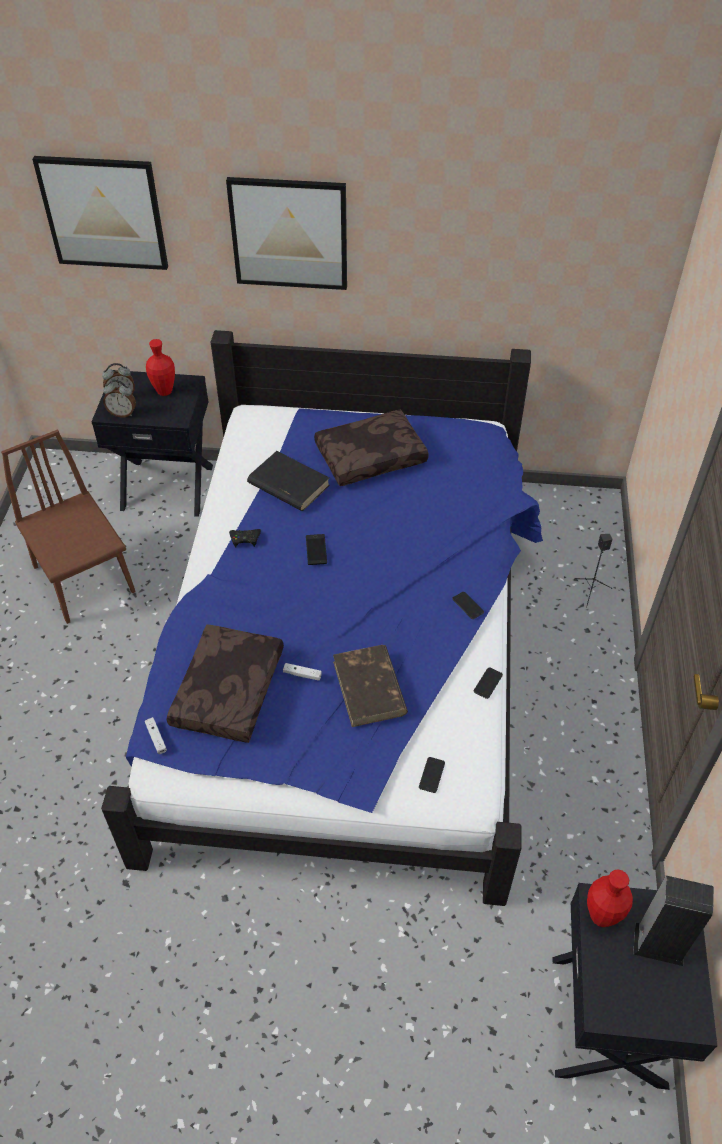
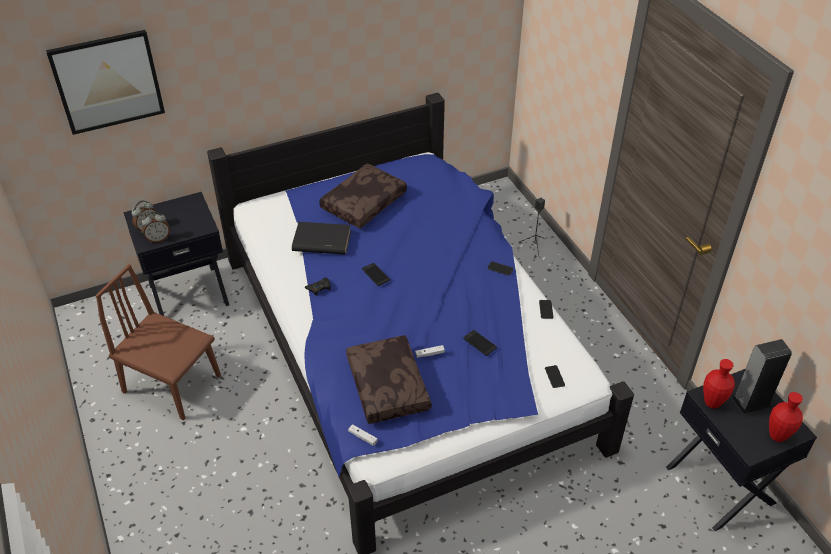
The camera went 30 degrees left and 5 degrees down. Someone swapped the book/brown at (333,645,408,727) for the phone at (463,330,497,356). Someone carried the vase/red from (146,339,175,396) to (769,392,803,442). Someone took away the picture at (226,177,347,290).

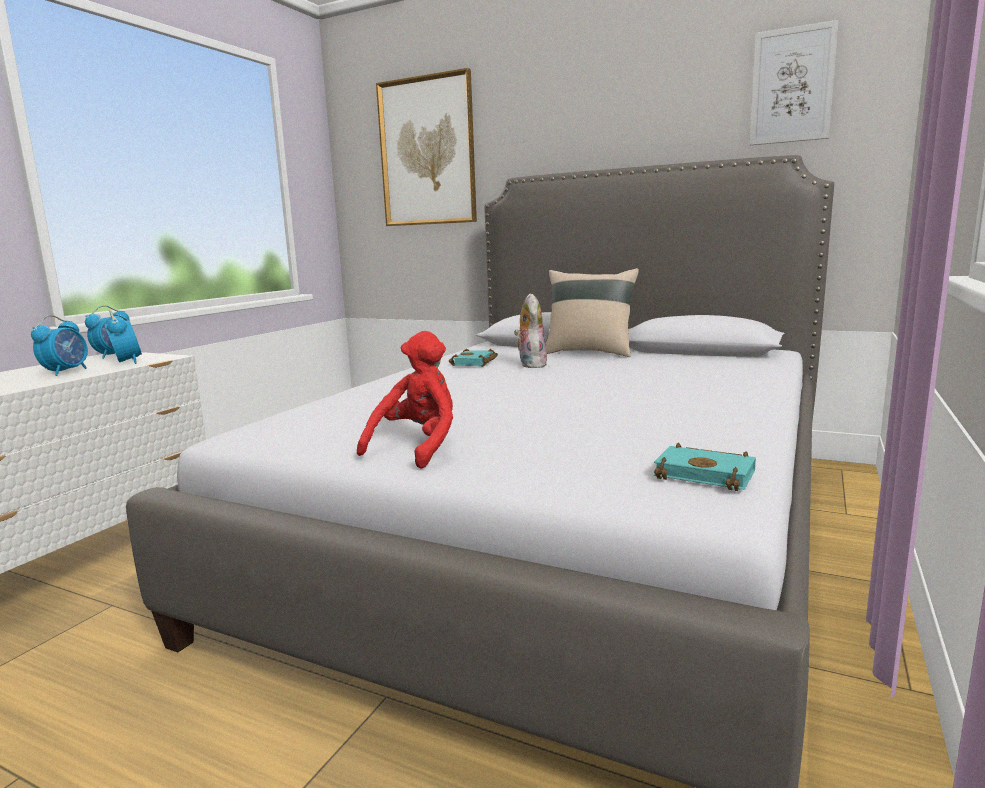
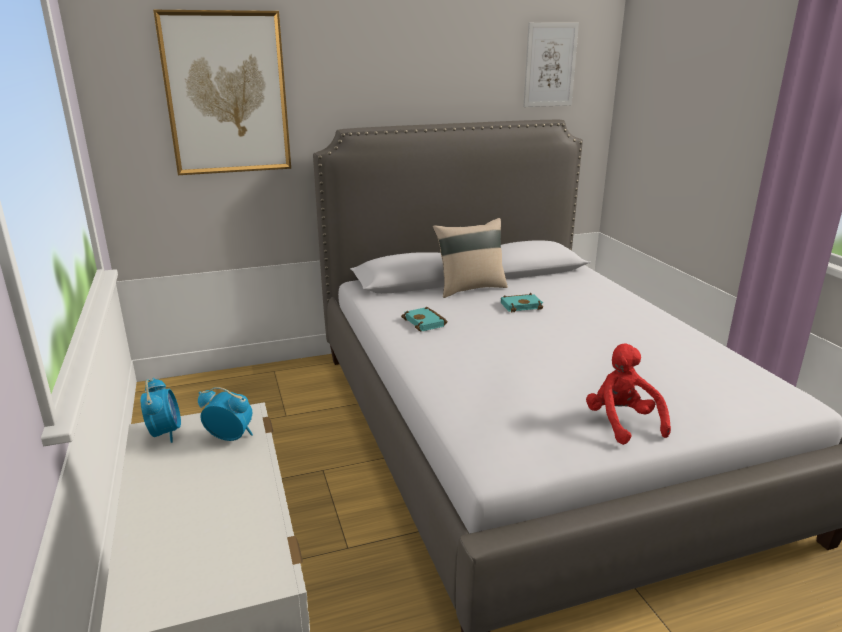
The camera went 45 degrees left and 10 degrees up. Someone carried the book/turquoise from (654,442,756,491) to (501,293,543,312). Someone took away the alarm clock at (31,315,88,376). Someone took away the plush toy at (514,294,547,368).

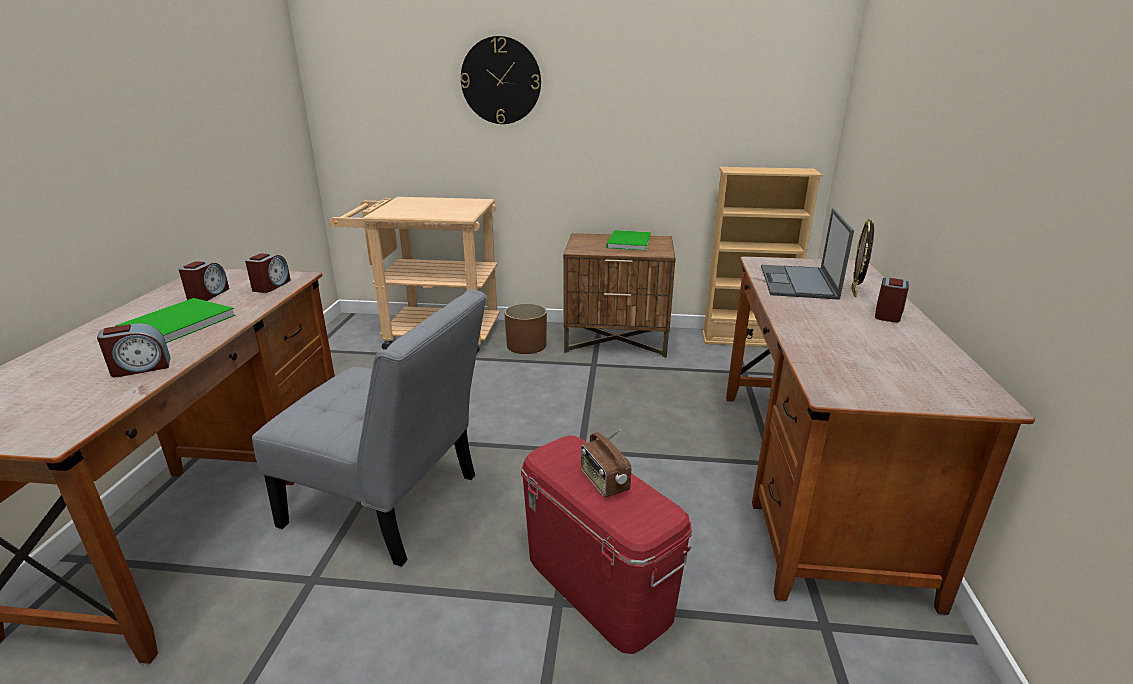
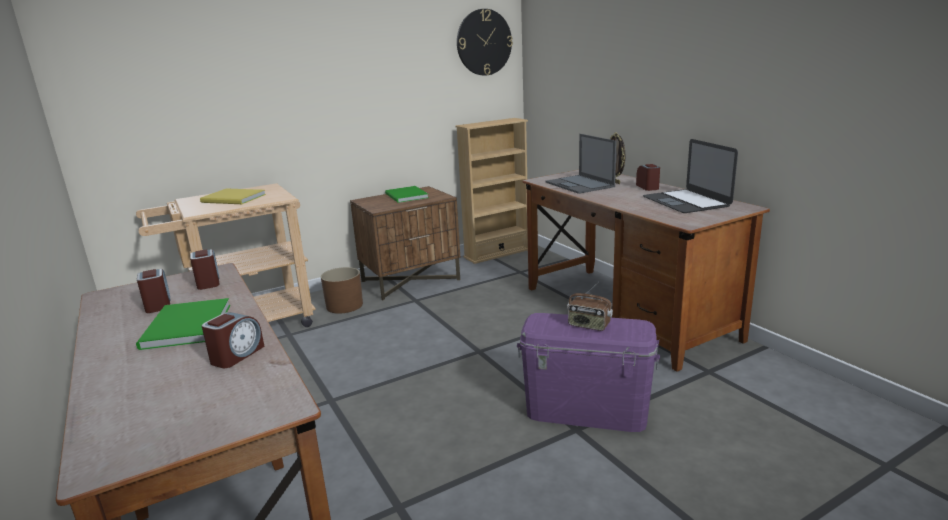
The camera went 35 degrees left and 5 degrees down. Someone put down the book/yellow at (200,189,266,204). Someone carried the wall clock from (460,36,541,124) to (457,9,513,75). Someone repainted the storage box/red at (521,435,692,654), which became the storage box/purple at (517,313,660,432). Someone put down the laptop at (643,139,738,213). Someone took away the chair/grey at (252,289,486,567).

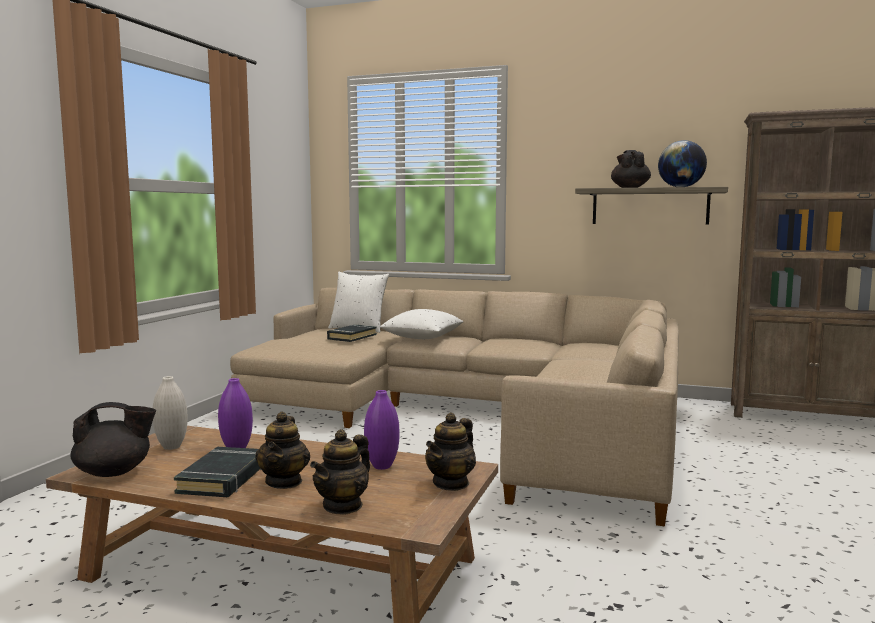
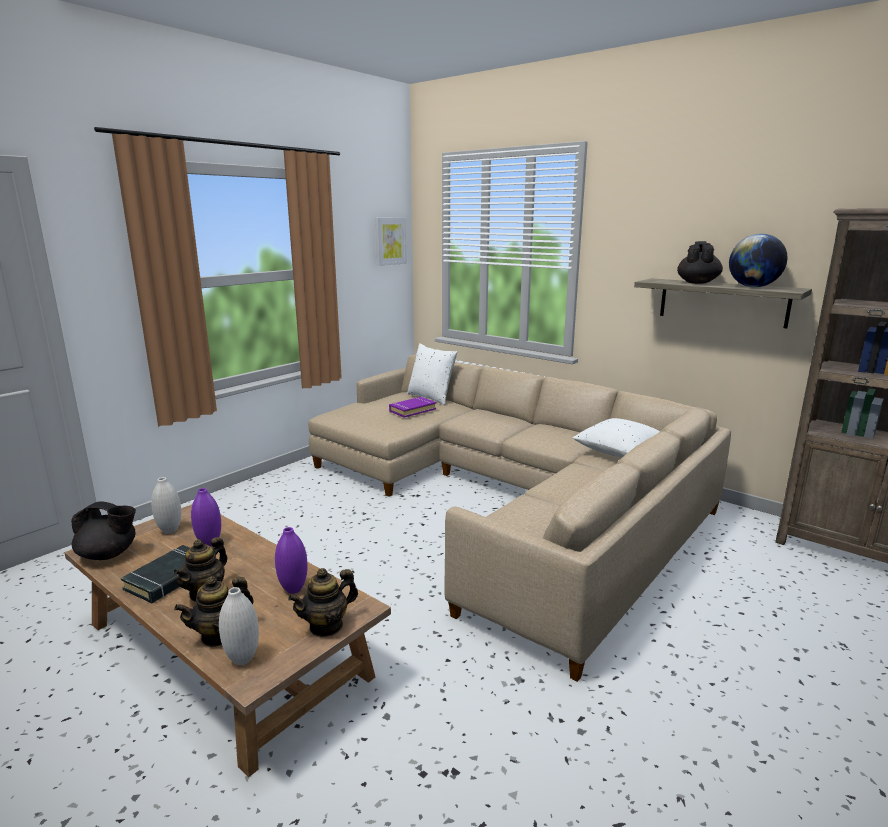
The camera went 20 degrees right and 10 degrees up. Someone put down the vase/white at (219,587,259,665). Someone put up the picture at (376,218,406,266). Someone repainted the book/black at (327,324,377,342), which became the book/purple at (389,397,436,418). Someone carried the pillow/white from (380,309,464,339) to (572,418,660,458).

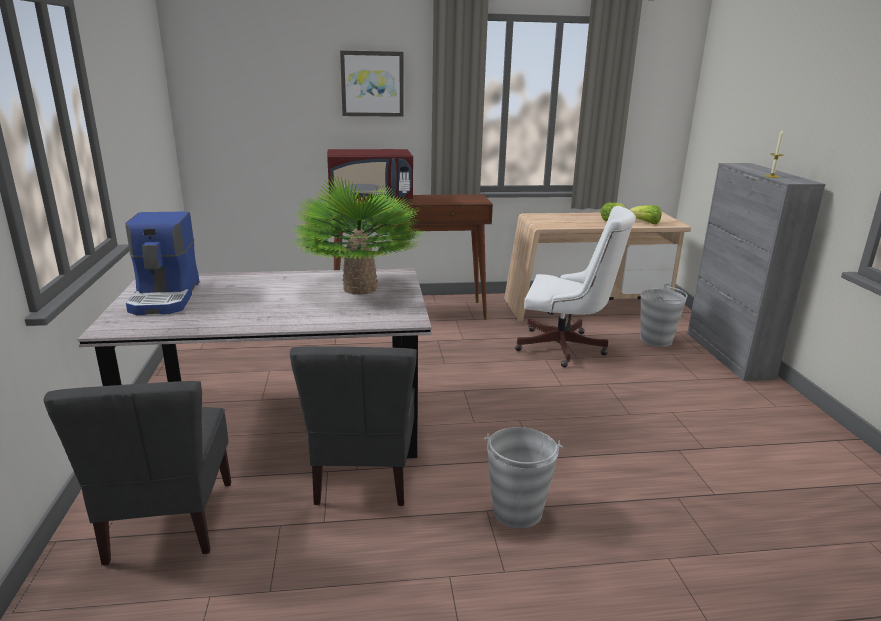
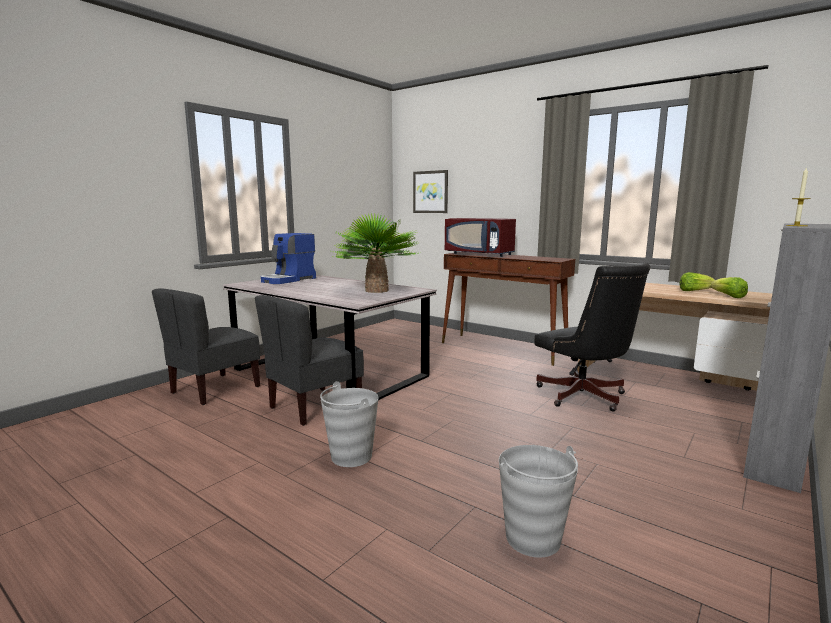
The camera went 45 degrees right and 10 degrees down. Someone carried the picture from (340,50,404,117) to (413,170,448,213). Someone carried the bucket/grey from (640,283,688,347) to (499,445,578,557). Someone repainted the office chair/white at (515,206,636,367), which became the office chair/black at (535,263,651,412).

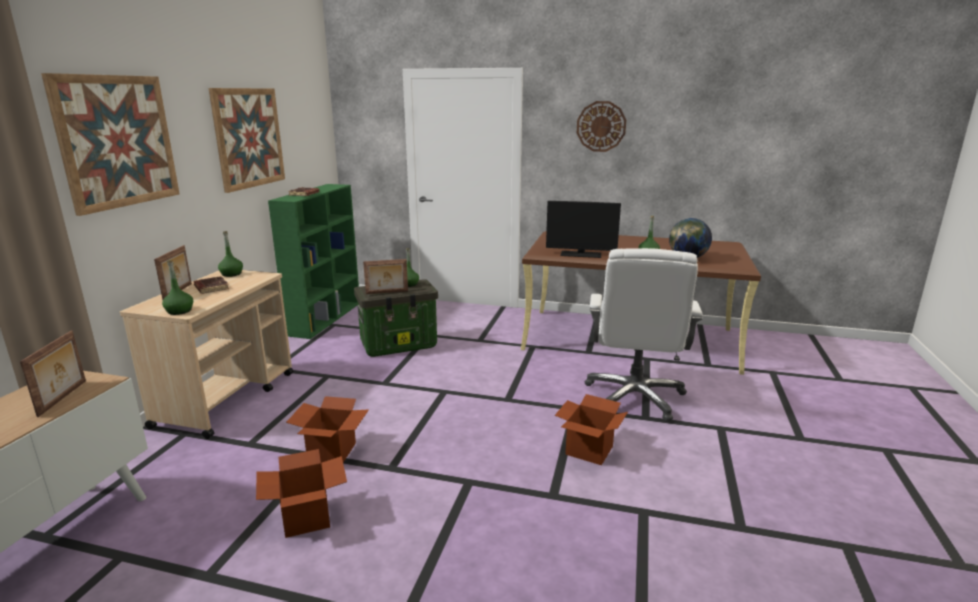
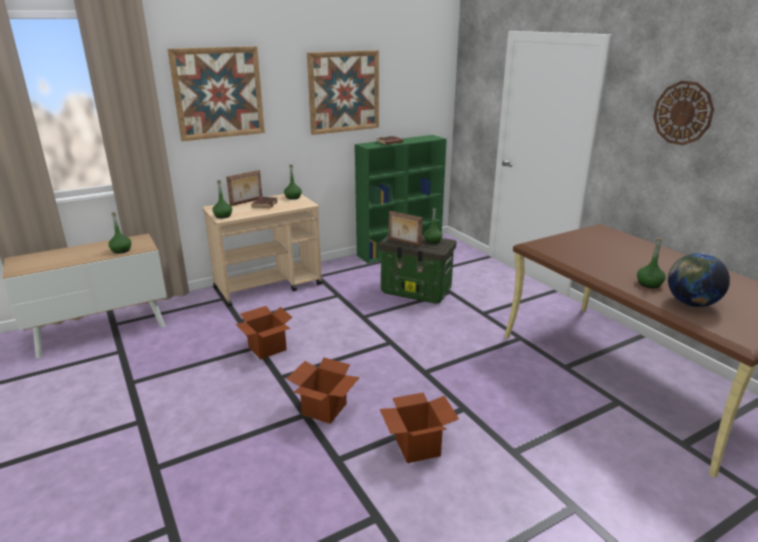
The camera went 45 degrees right and 5 degrees up. Someone swapped the picture frame at (20,331,86,417) for the bottle/green at (108,212,131,254). Someone carried the cardboard box from (256,449,347,538) to (287,358,360,424). Someone took away the monitor at (546,201,621,258). Someone took away the office chair/white at (585,248,703,422).

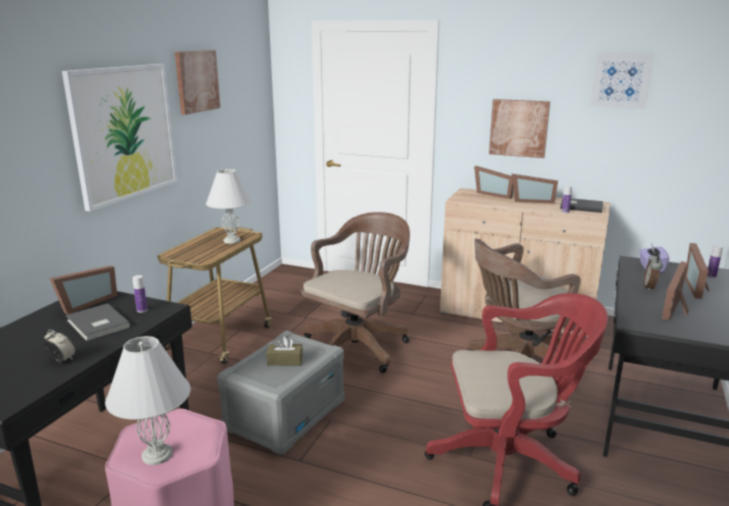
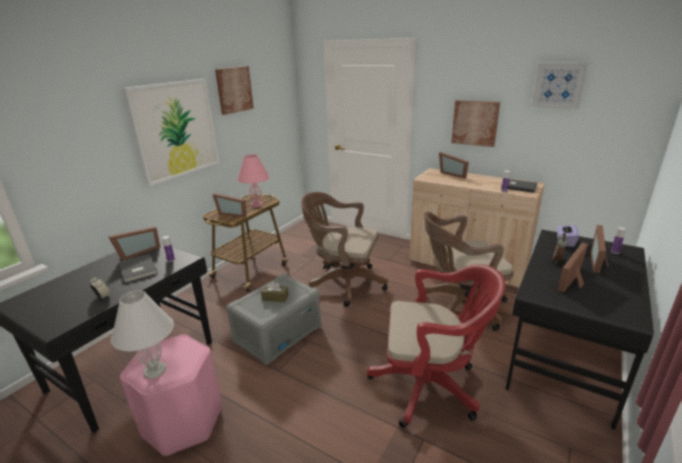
The camera went 10 degrees right and 5 degrees up. Someone carried the picture frame from (512,174,558,204) to (212,193,247,217). Someone repainted the table lamp/white at (206,169,252,244), which became the table lamp/pink at (237,154,270,207). Someone rotated the office chair/brown at (301,212,410,373) by 120 degrees counterclockwise.

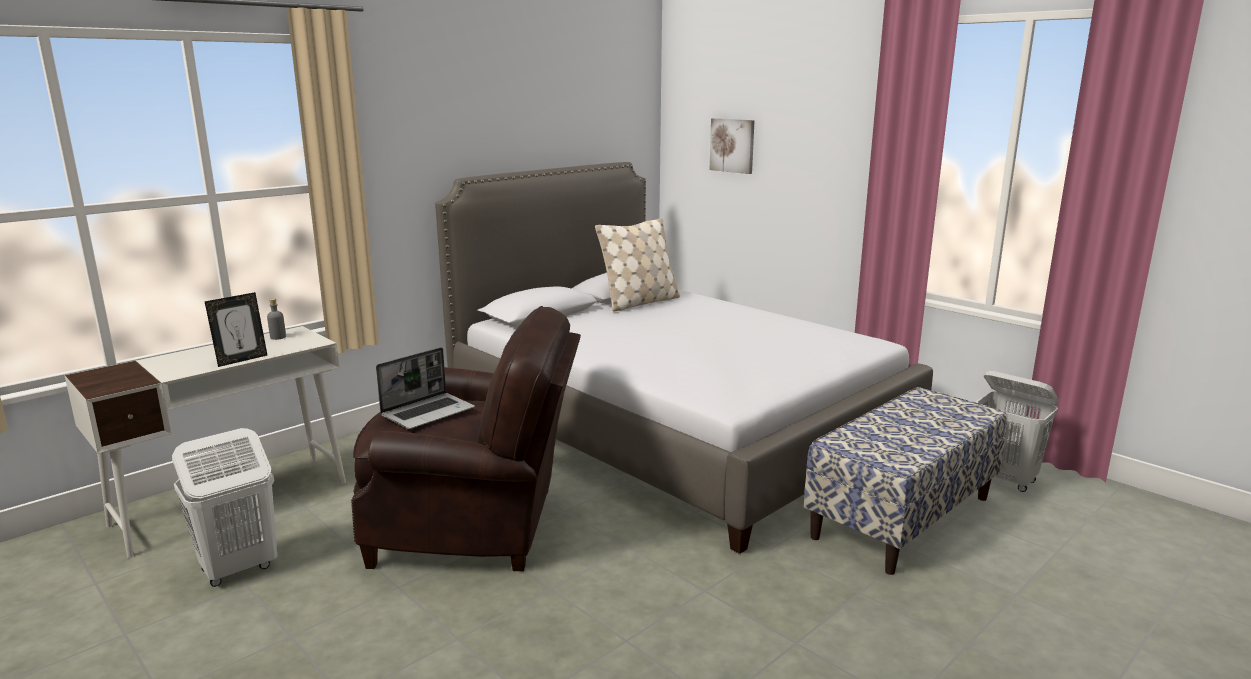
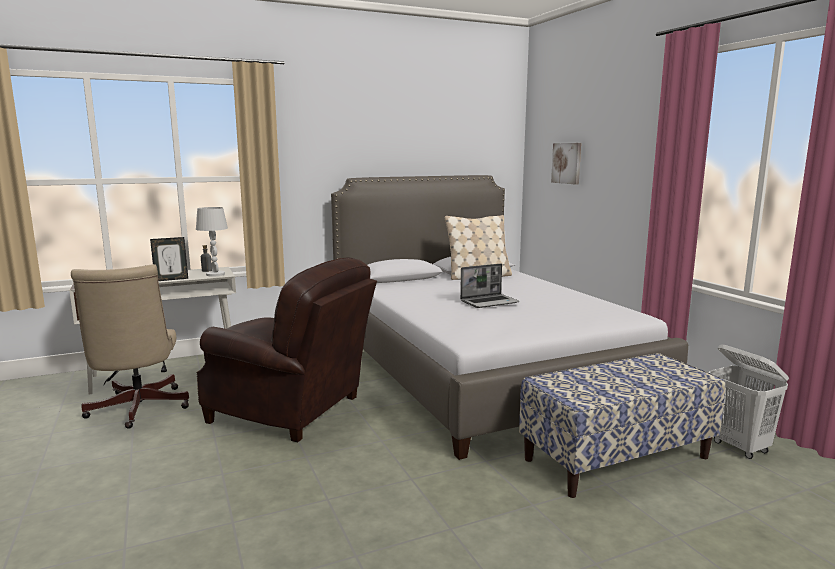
The camera went 20 degrees right and 5 degrees down. Someone swapped the laundry basket/white at (172,428,277,587) for the office chair/beige at (71,264,189,429). Someone put down the table lamp/white at (196,207,228,277). Someone carried the laptop from (376,347,475,429) to (460,264,519,308).

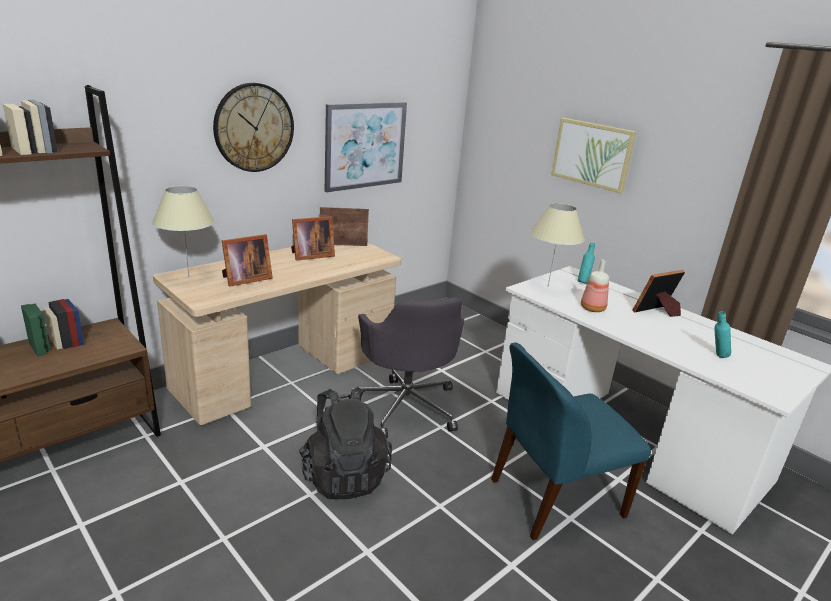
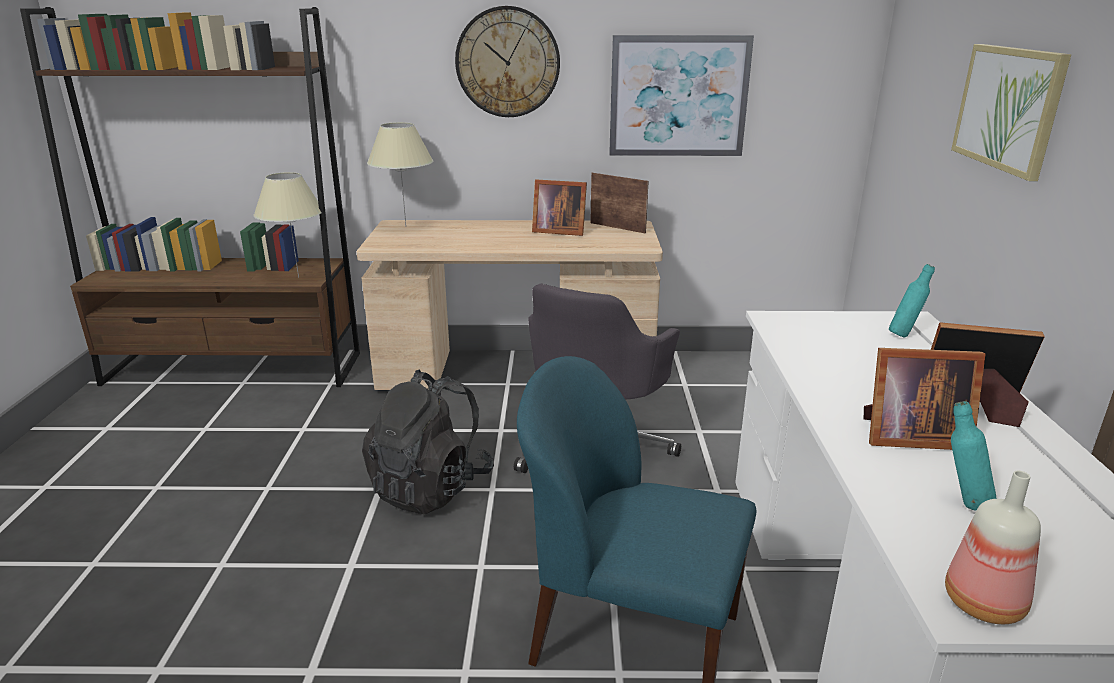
The camera went 45 degrees right and 0 degrees up. Someone carried the table lamp/beige from (530,203,585,285) to (254,172,321,277). Someone carried the picture frame from (222,234,273,286) to (864,348,985,450). Someone carried the bottle from (581,259,609,312) to (945,471,1041,624).

